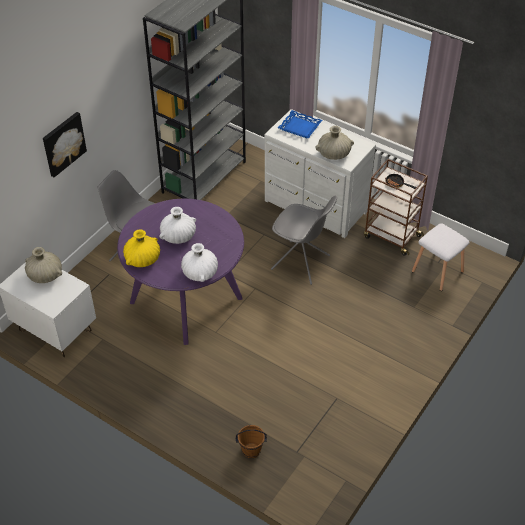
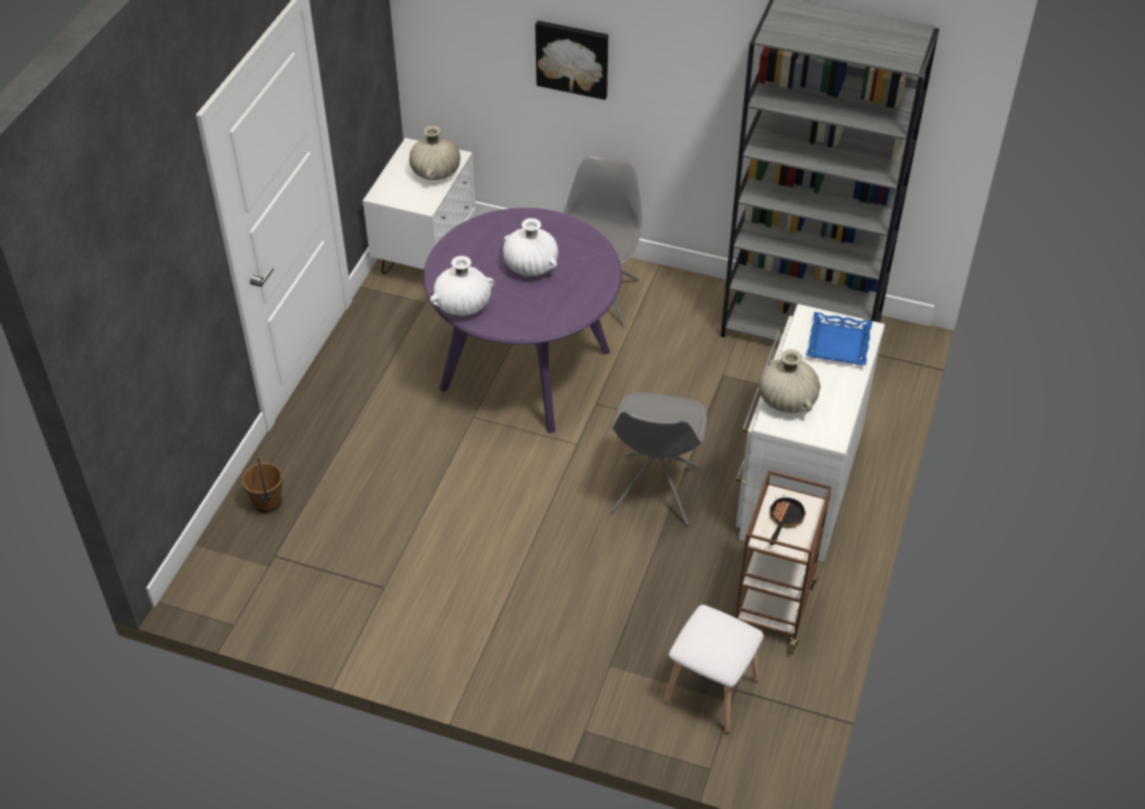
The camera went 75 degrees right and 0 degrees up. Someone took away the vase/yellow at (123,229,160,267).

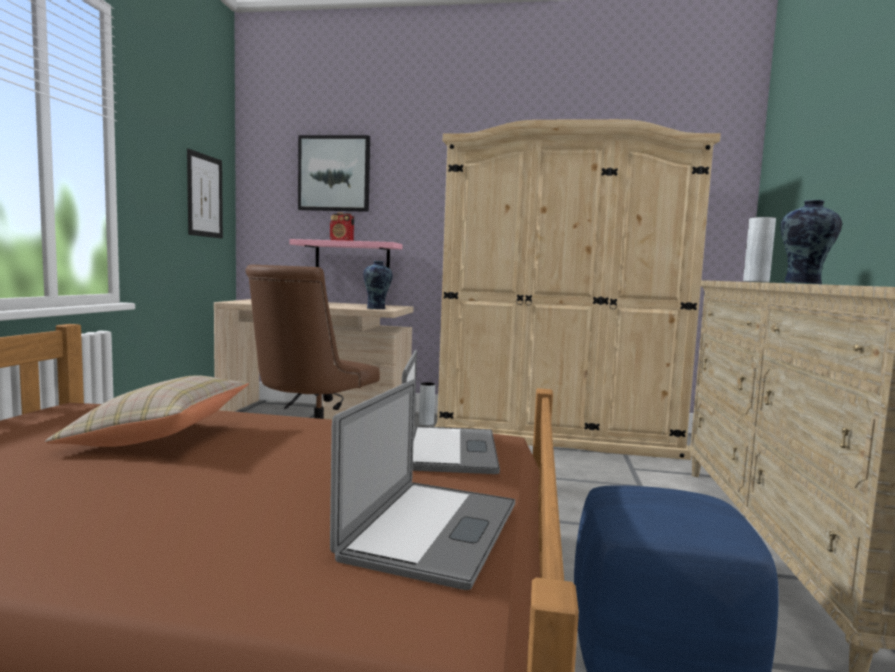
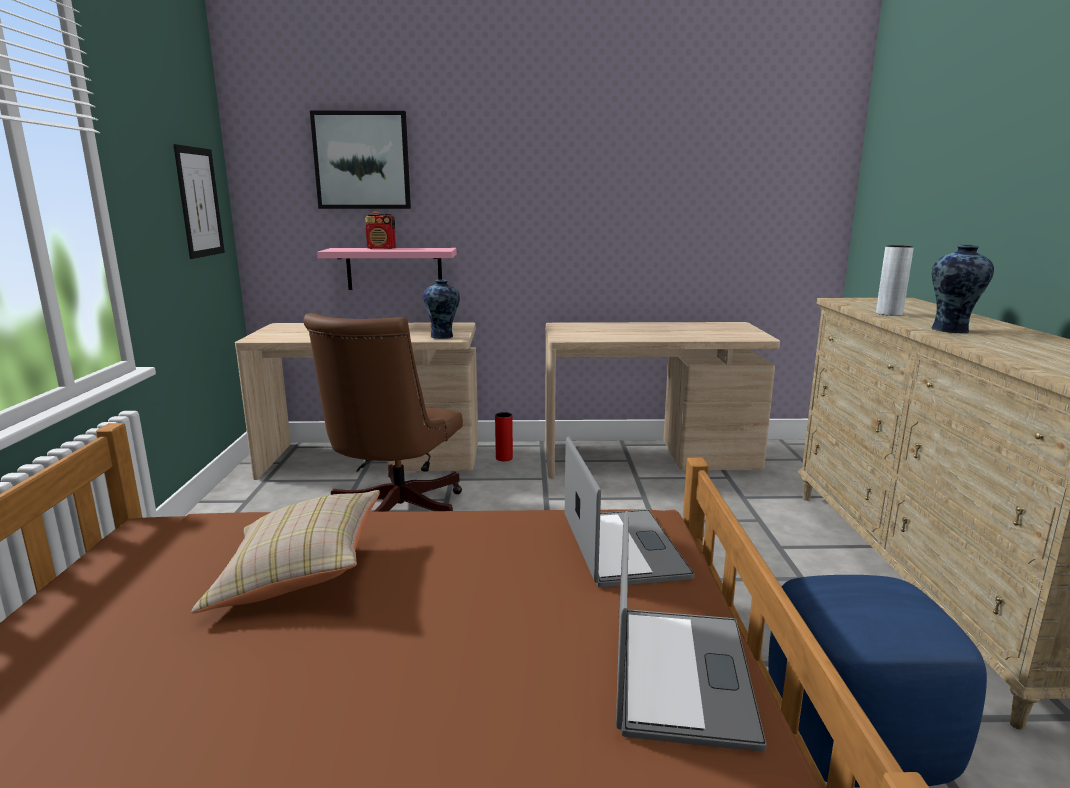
The camera went 10 degrees left and 10 degrees up. Someone repainted the vase/grey at (419,382,435,425), which became the vase/red at (495,412,513,461). Someone swapped the wardrobe/beige at (434,119,721,460) for the desk/beige at (545,322,780,479).

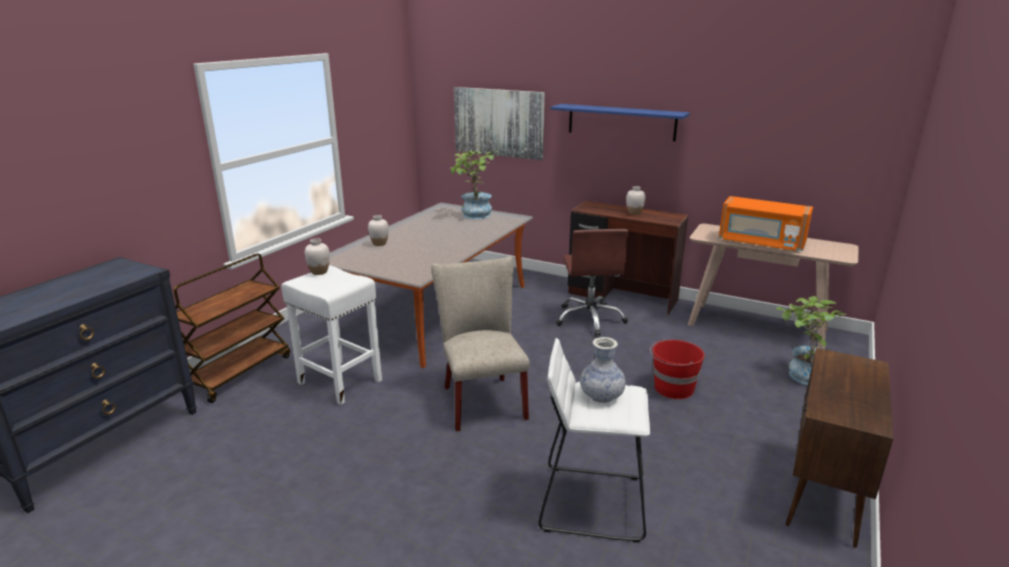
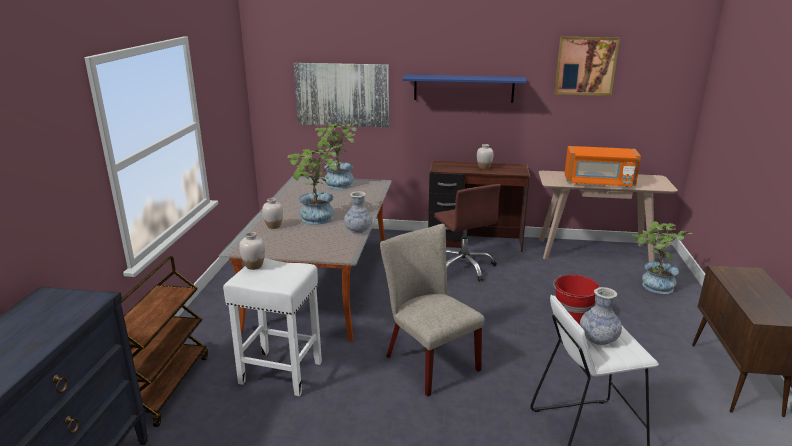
The camera went 20 degrees left and 0 degrees up. Someone put down the potted plant at (287,146,337,225). Someone put down the vase at (344,191,373,233). Someone put up the picture at (554,37,620,96).

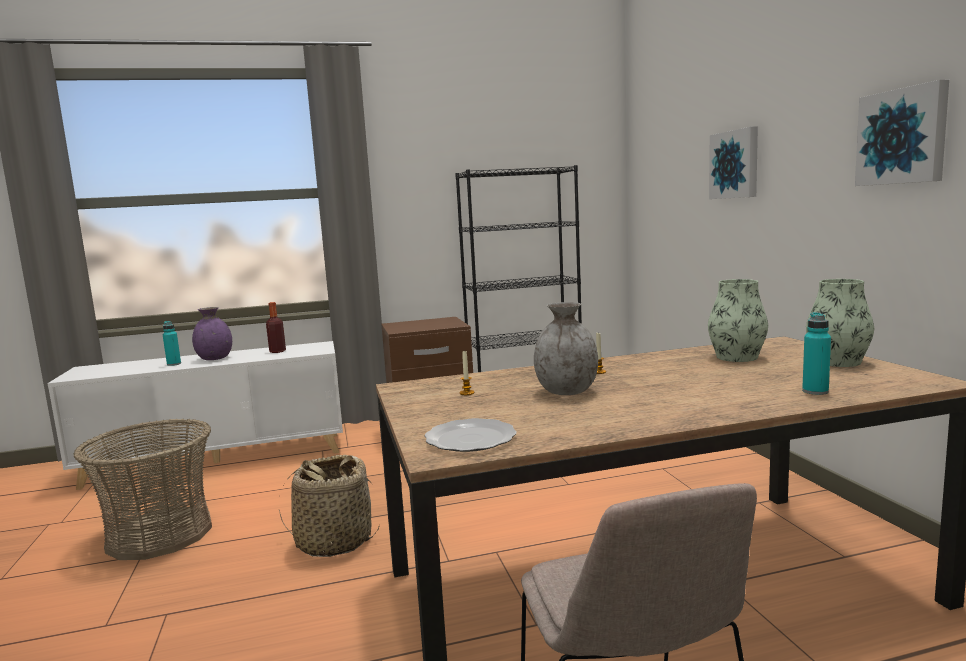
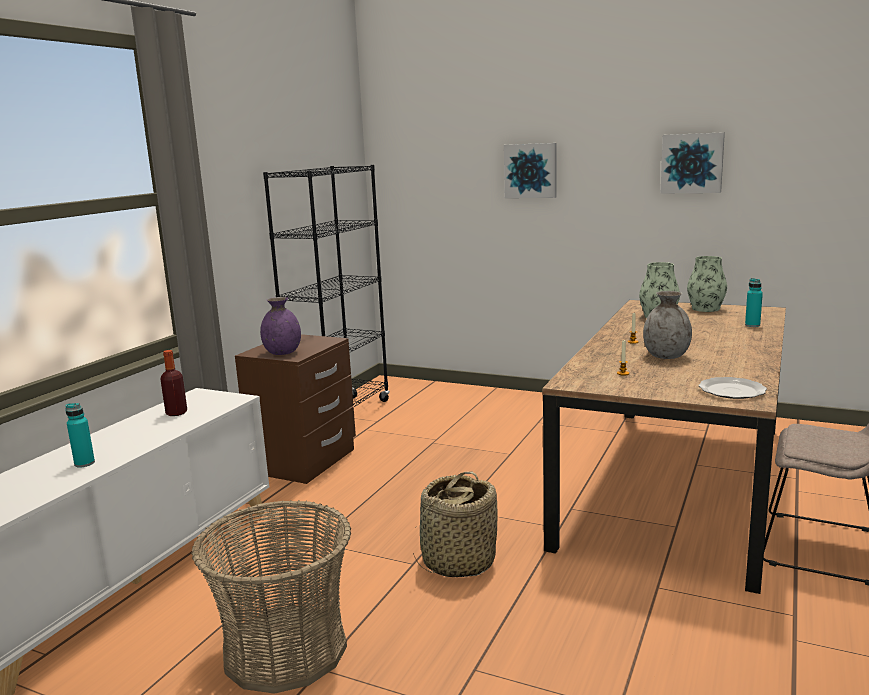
The camera went 50 degrees left and 5 degrees up. Someone carried the vase/purple from (192,307,232,360) to (260,297,301,355).

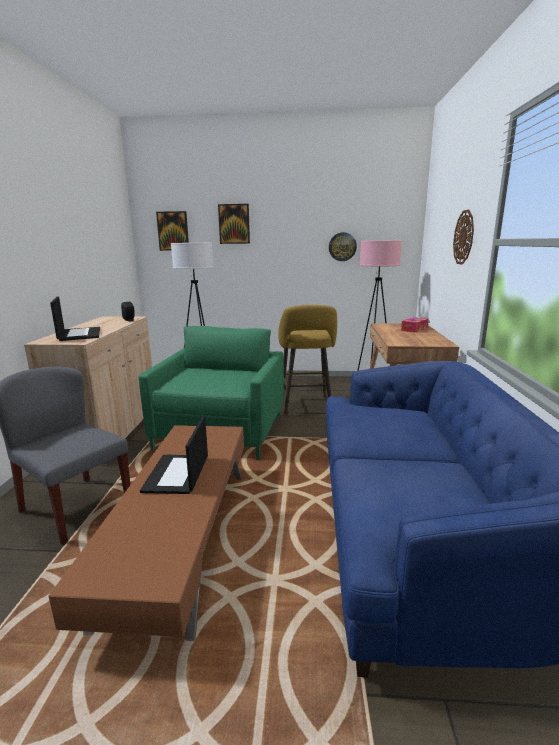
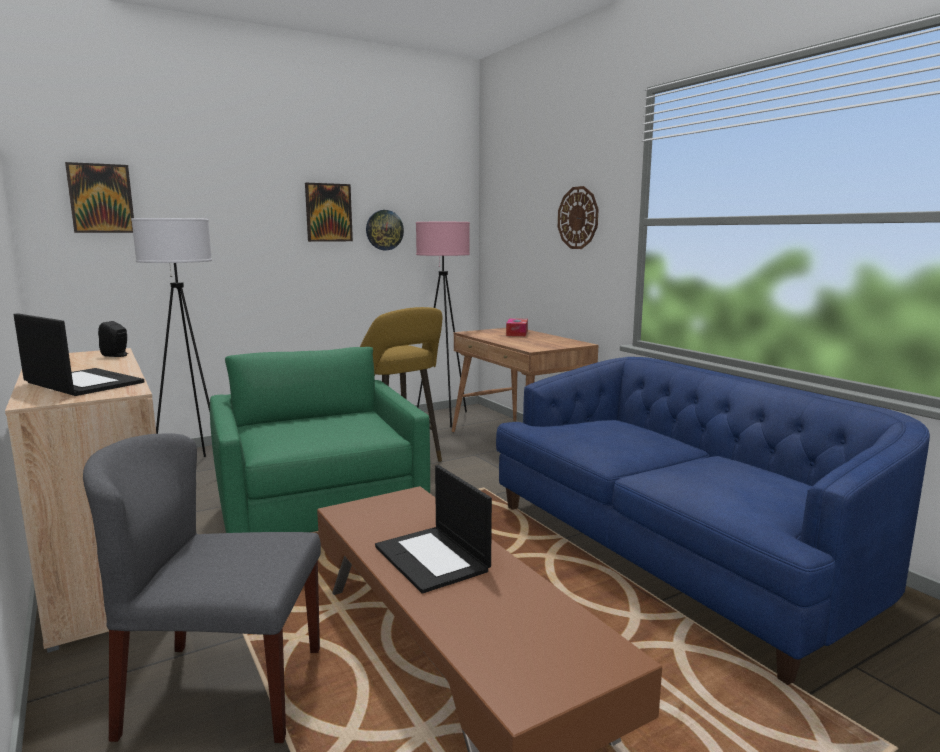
The camera went 35 degrees left and 5 degrees down. Someone carried the picture from (218,204,250,244) to (305,183,353,242).

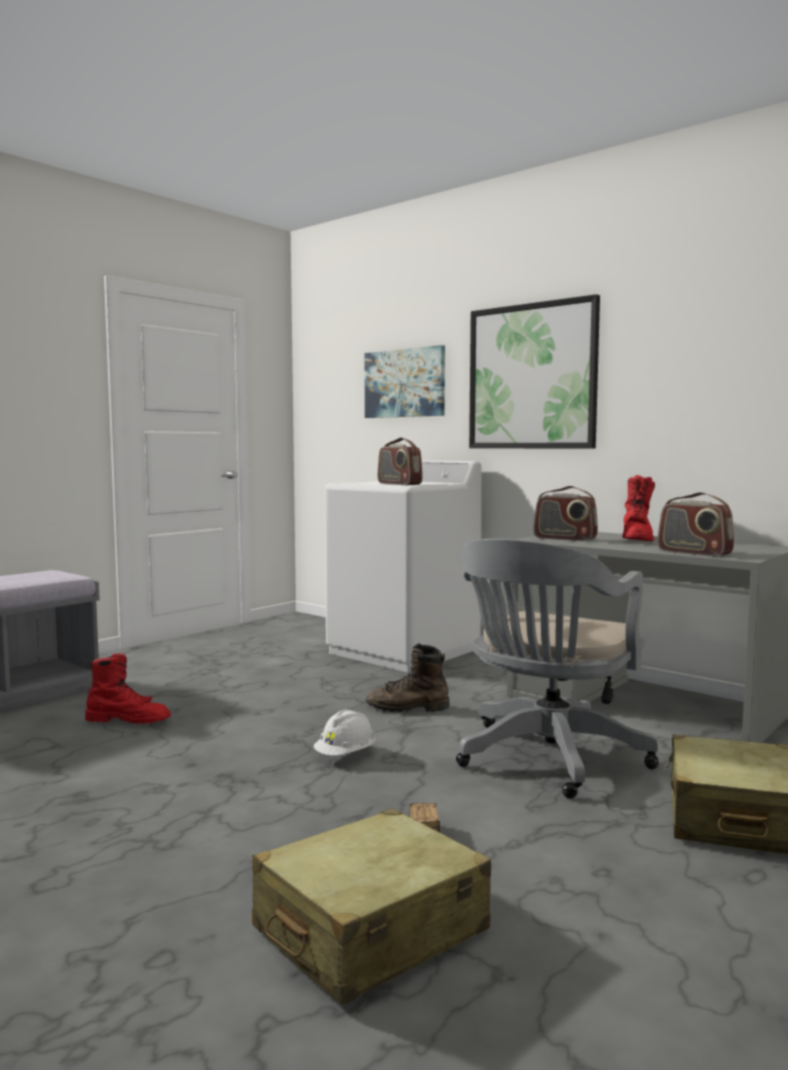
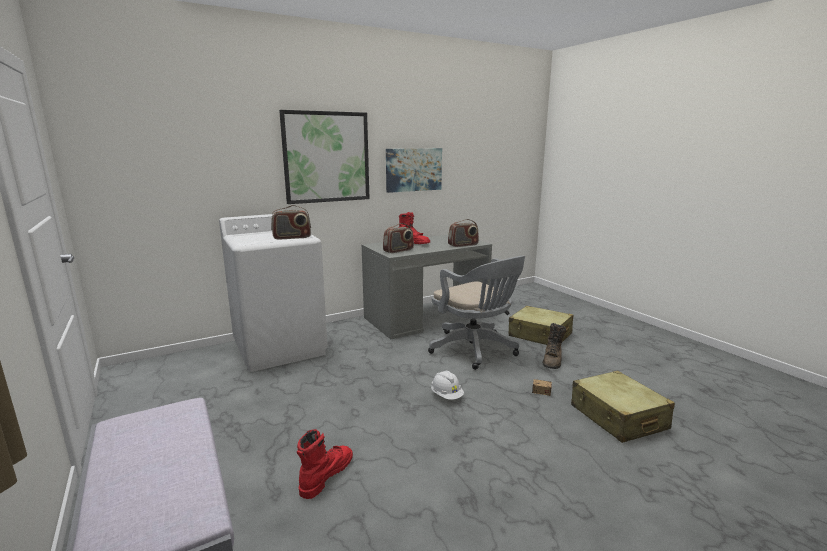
The camera went 70 degrees left and 10 degrees up. Someone carried the picture from (365,345,445,418) to (386,148,442,193). Someone carried the boot/brown from (366,643,449,712) to (543,323,566,369).

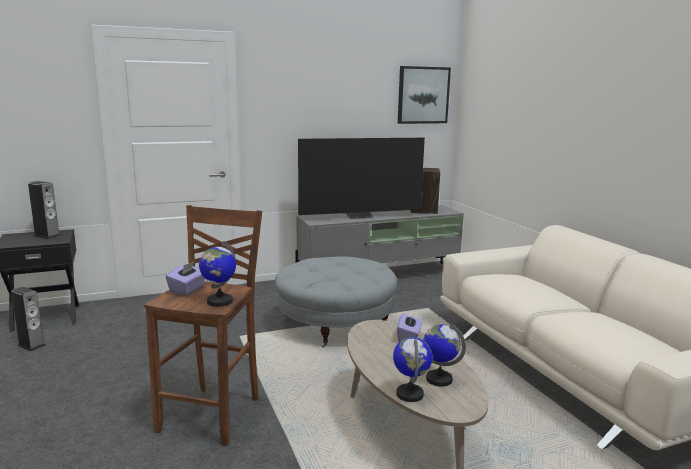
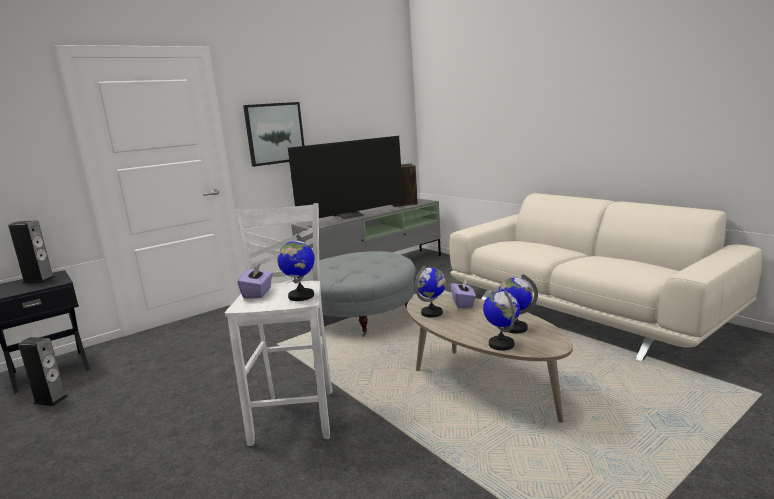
The camera went 15 degrees left and 0 degrees up. Someone repainted the stool/brown at (144,205,262,446), which became the stool/white at (225,203,332,446). Someone carried the picture from (398,66,451,124) to (243,102,304,167). Someone put down the globe at (415,266,446,317).

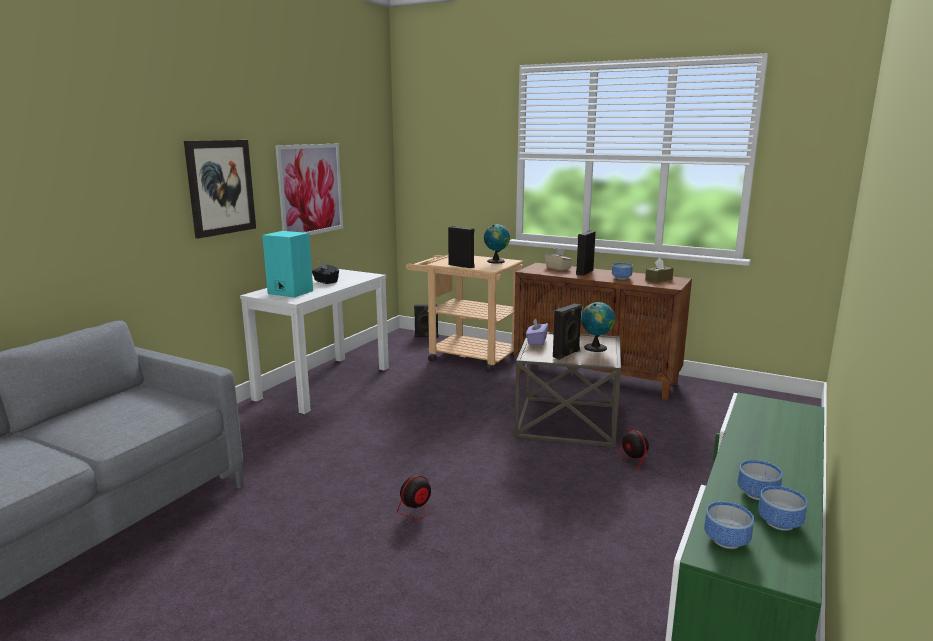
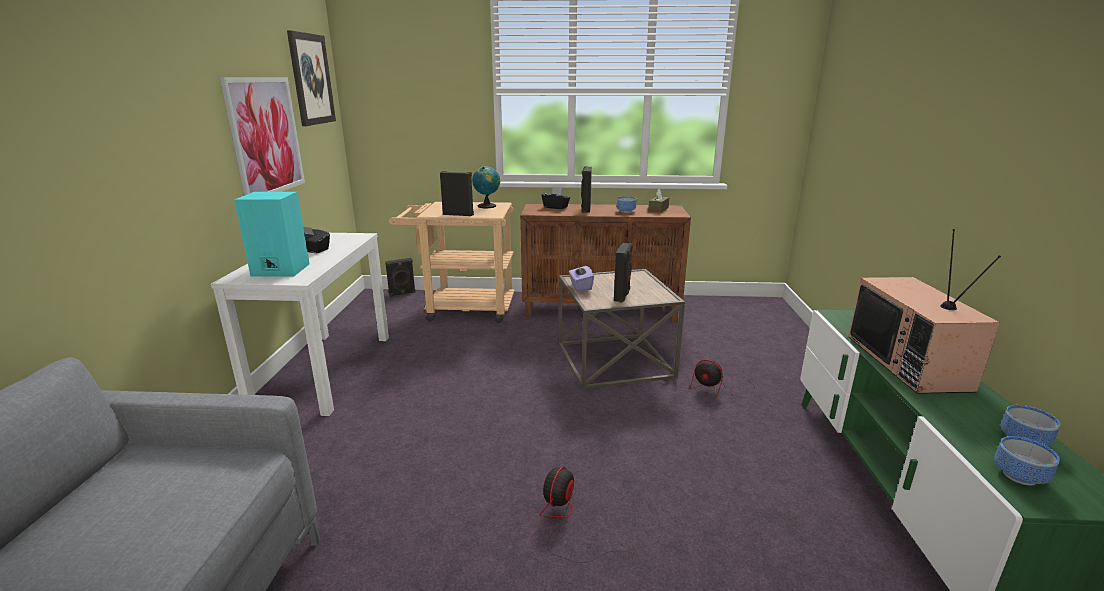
The camera went 25 degrees left and 5 degrees up. Someone carried the picture from (184,140,256,239) to (287,30,336,126). Someone repainted the tissue box/beige at (545,248,573,271), which became the tissue box/black at (541,187,570,209). Someone put down the television at (848,229,1001,394). Someone took away the globe at (581,302,615,352). Someone took away the bowl at (737,460,782,500).

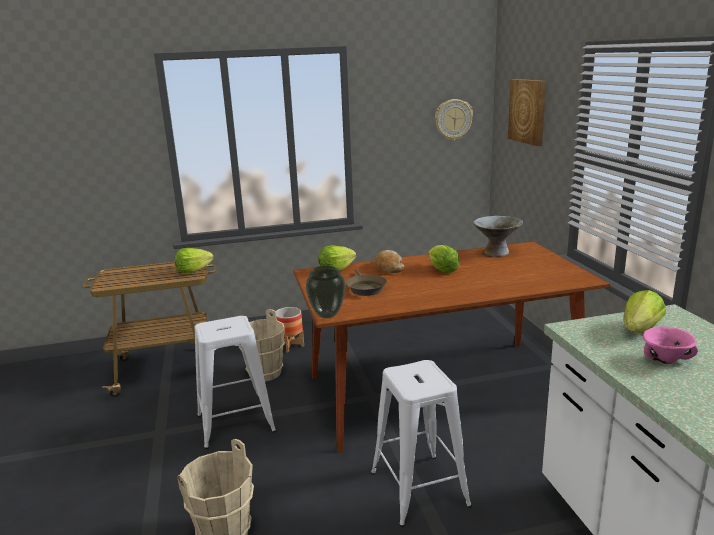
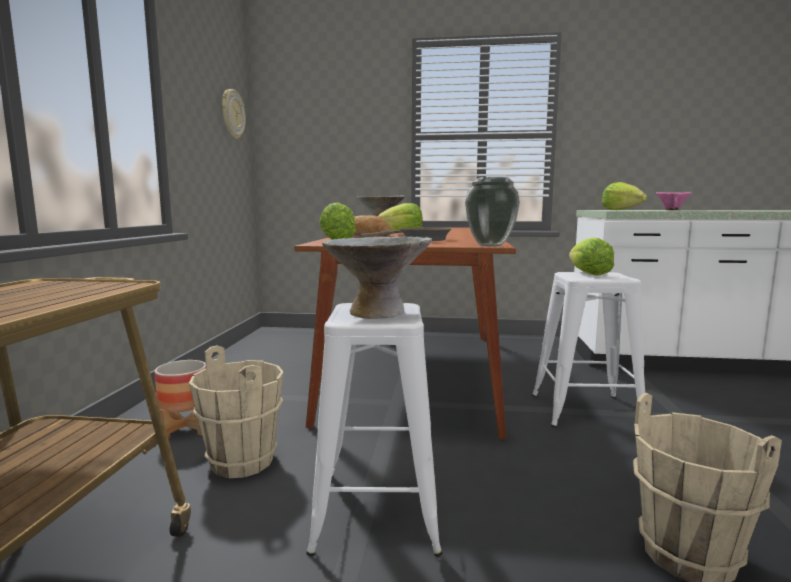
The camera went 70 degrees left and 10 degrees down. Someone put down the bowl/grey at (322,237,432,319). Someone carried the lettuce from (175,248,213,273) to (569,238,614,275). Someone took away the picture at (508,79,546,146).

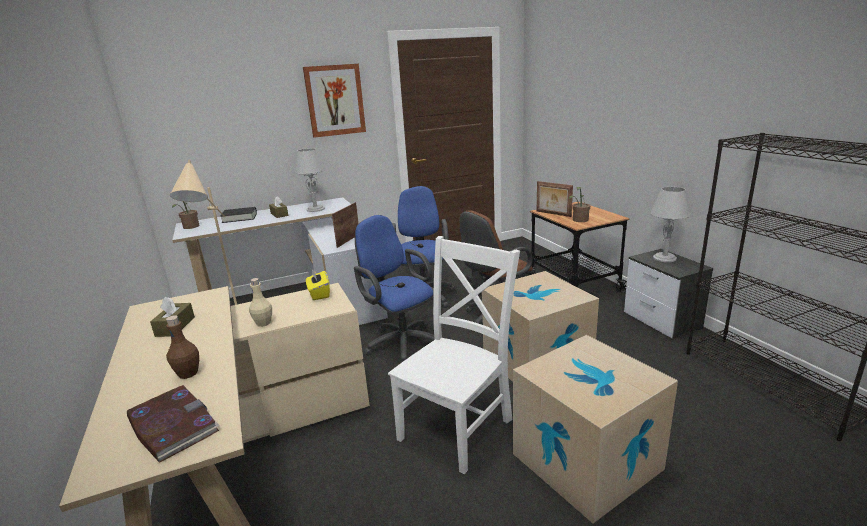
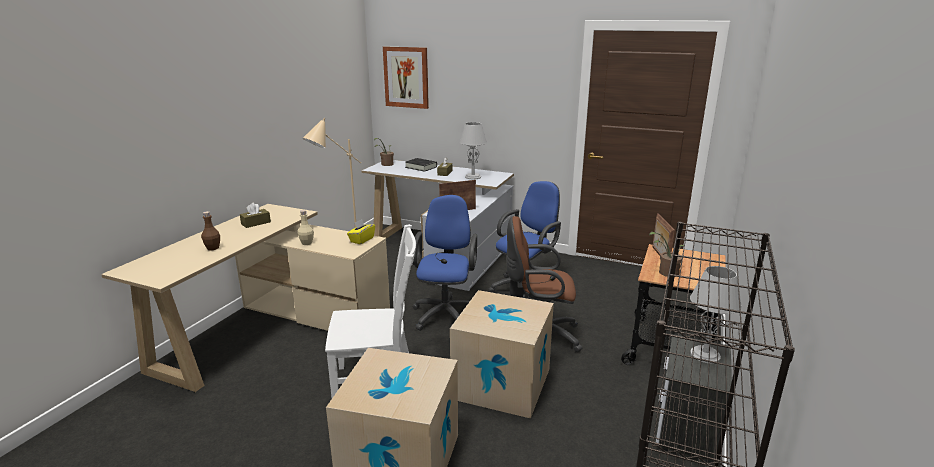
The camera went 45 degrees right and 0 degrees up. Someone carried the picture from (303,64,366,138) to (383,46,429,109). Someone took away the book at (127,385,220,463).

